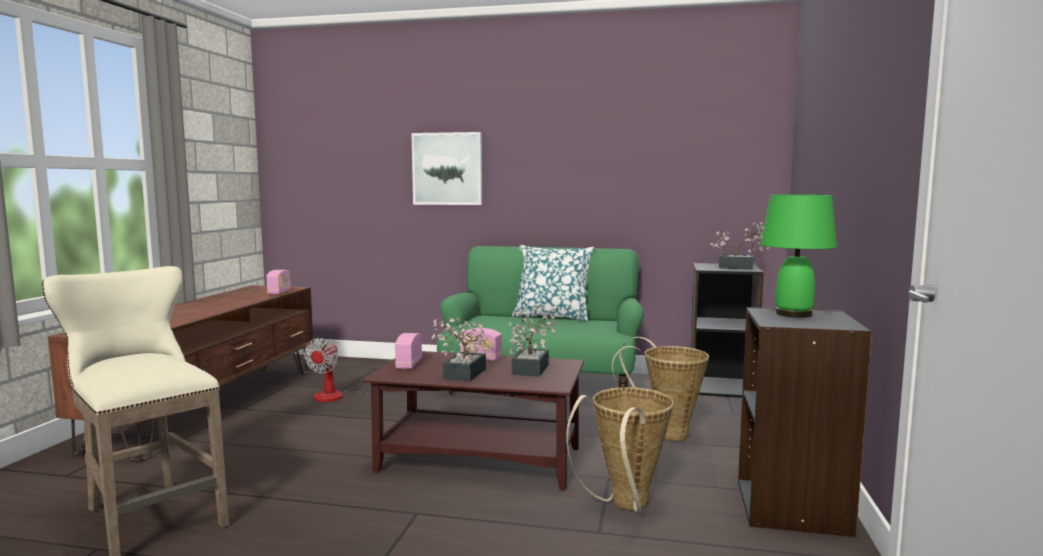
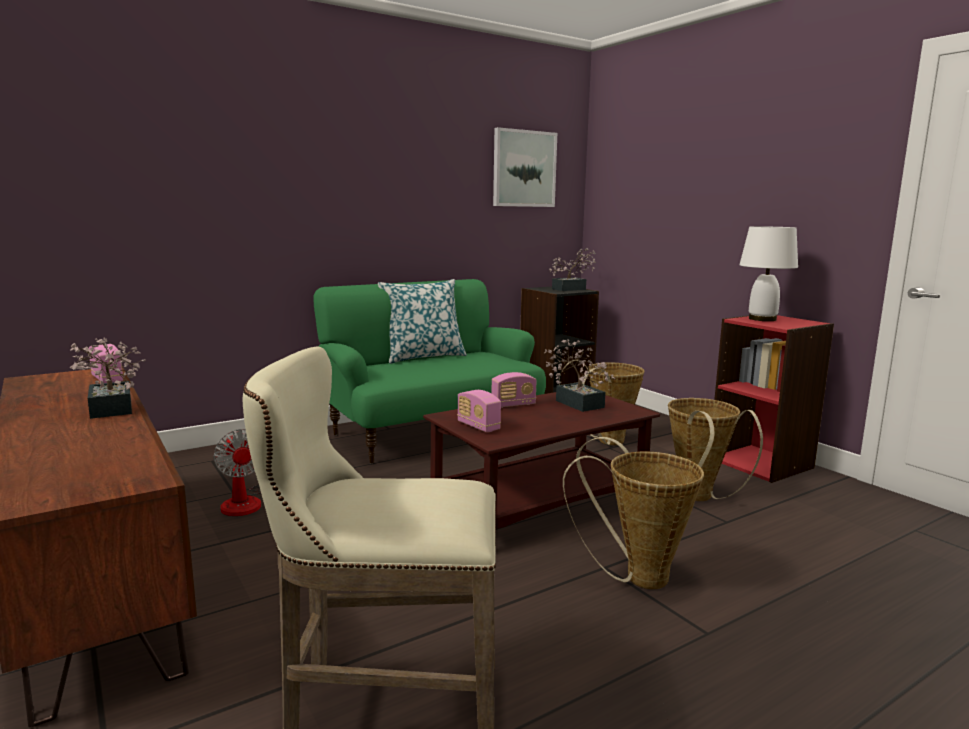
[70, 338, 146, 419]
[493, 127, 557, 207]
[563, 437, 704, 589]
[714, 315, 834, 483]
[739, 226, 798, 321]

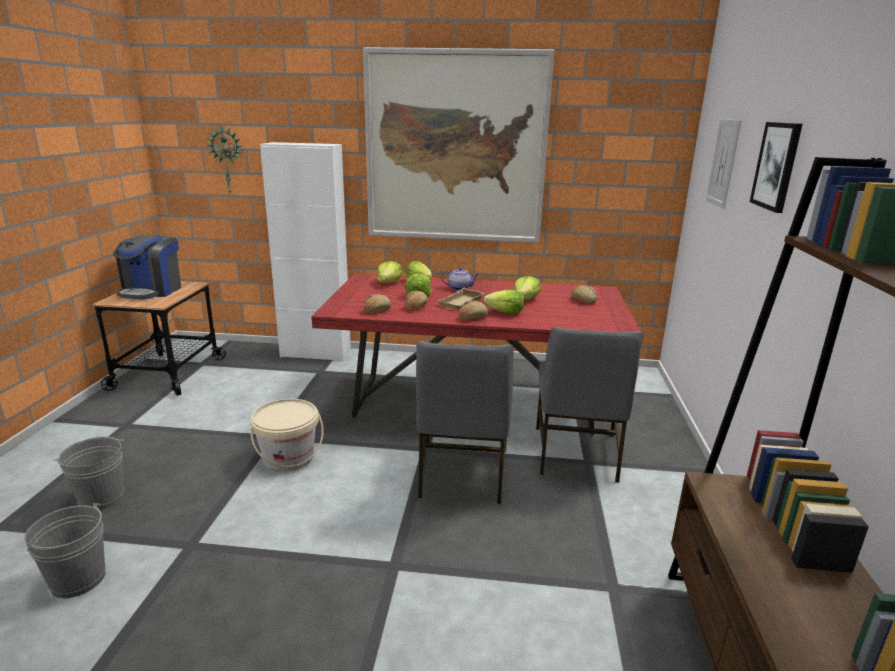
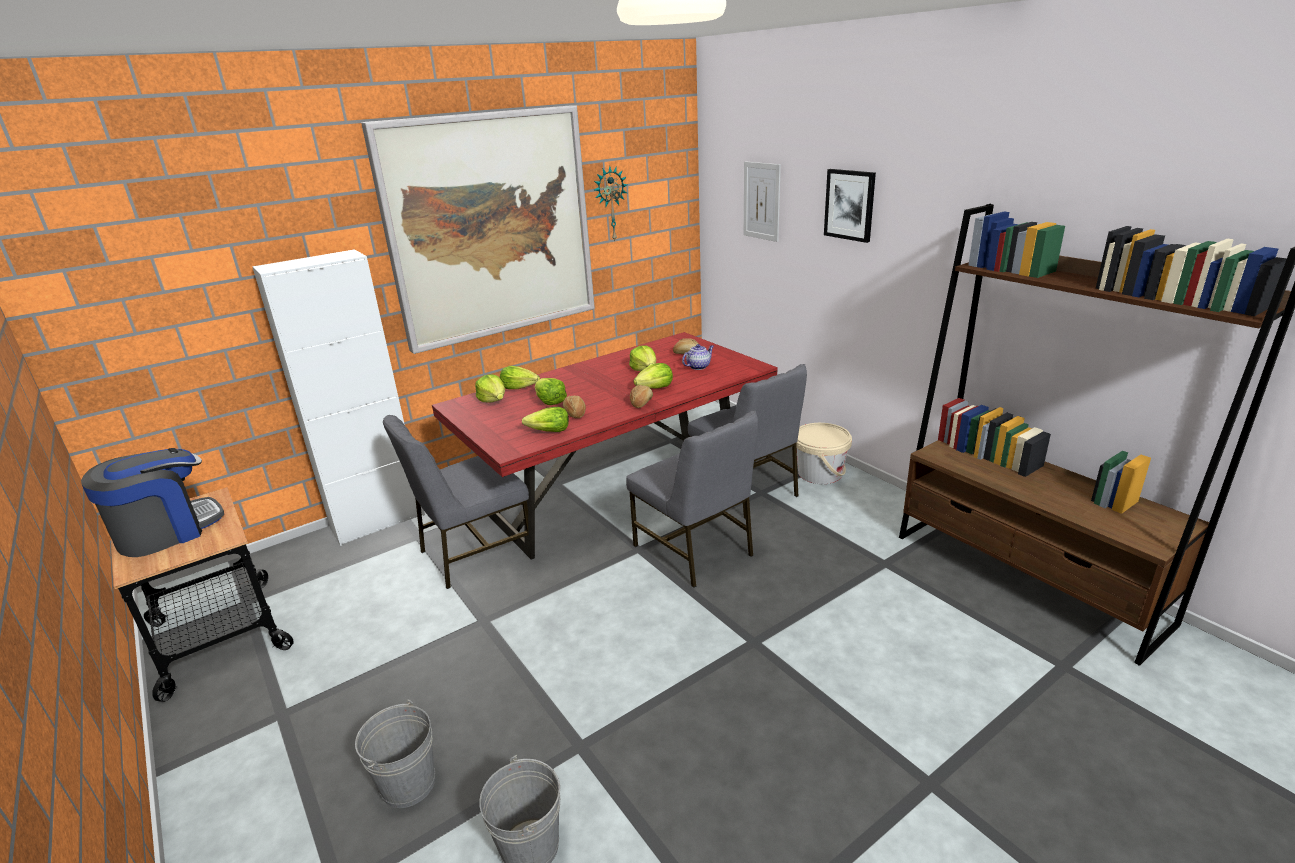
[81, 448, 224, 557]
[383, 415, 529, 589]
[522, 407, 569, 432]
[594, 165, 627, 241]
[682, 344, 714, 370]
[796, 423, 852, 484]
[437, 288, 484, 309] (first image)

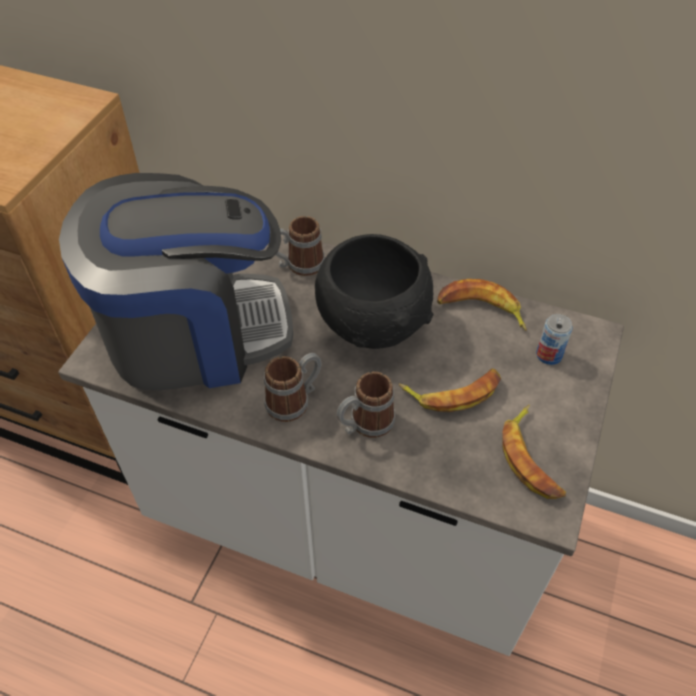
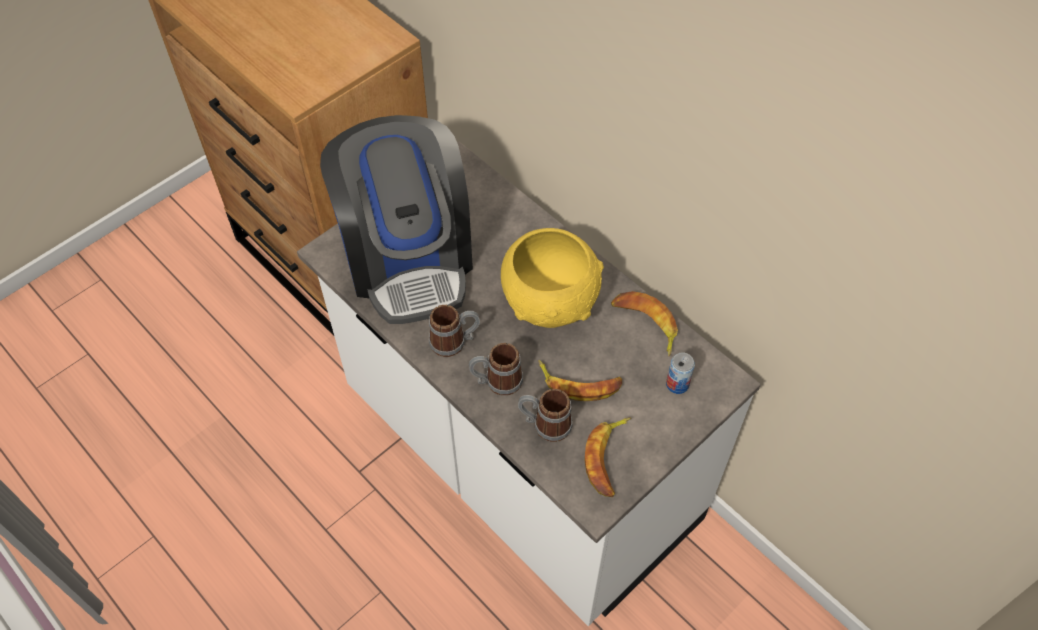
[320, 115, 473, 324]
[501, 228, 604, 328]
[518, 389, 573, 442]

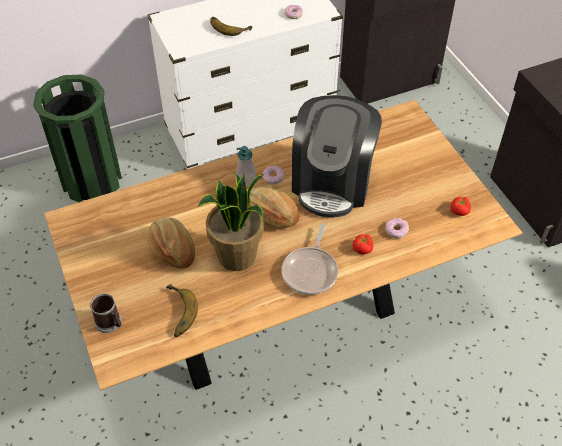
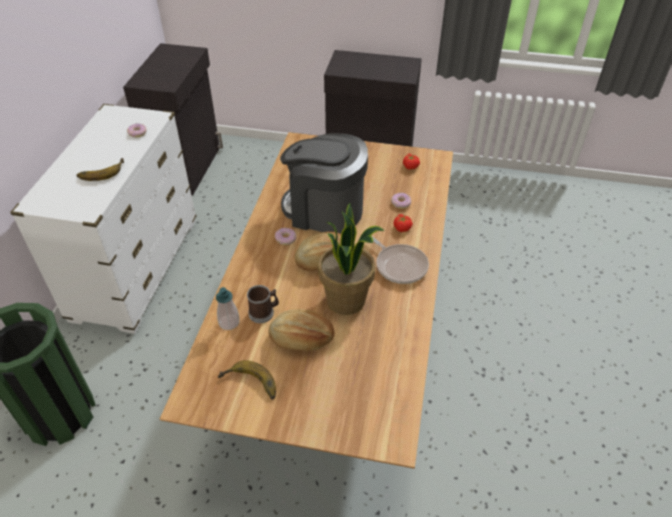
[216, 287, 240, 330]
[218, 360, 276, 400]
[247, 285, 279, 323]
[280, 133, 368, 234]

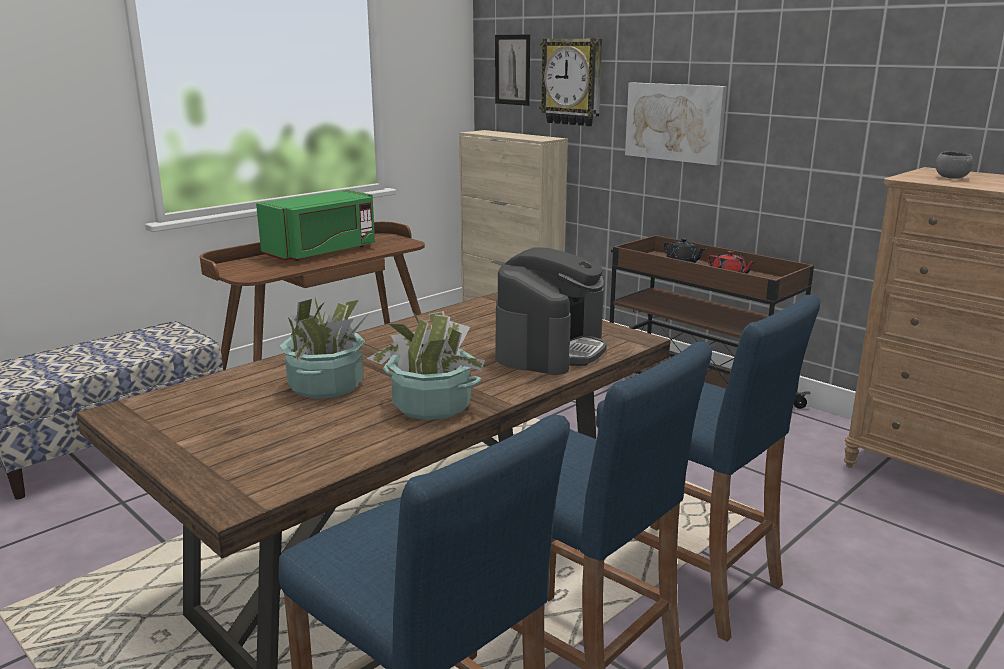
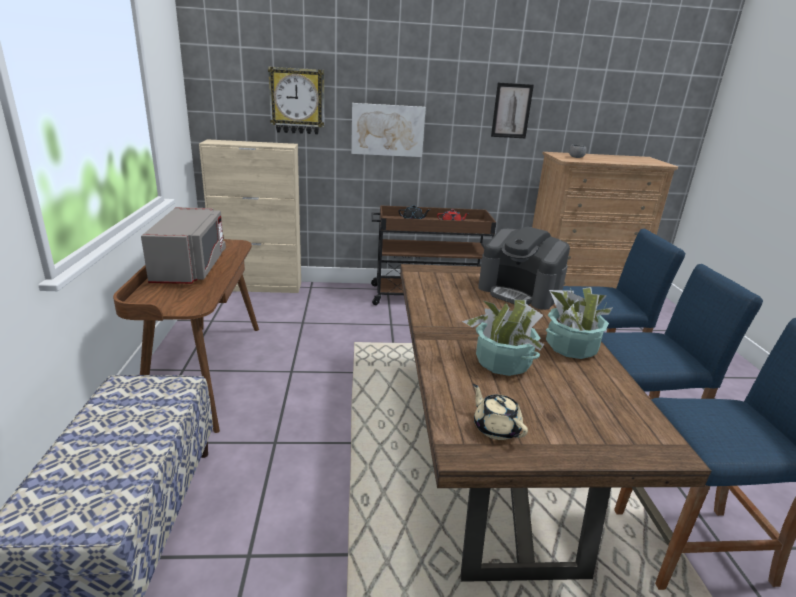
[141, 207, 226, 284]
[473, 384, 528, 440]
[478, 227, 570, 310]
[491, 83, 534, 138]

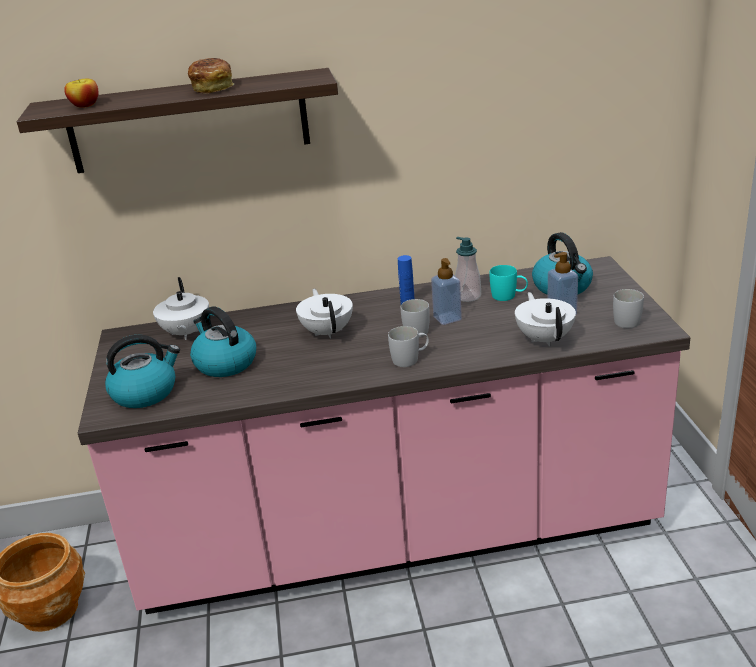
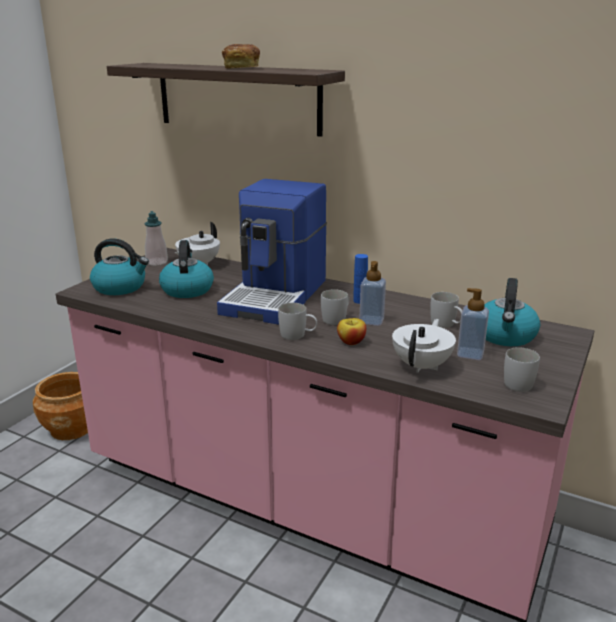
[145, 211, 168, 265]
[217, 179, 327, 325]
[337, 318, 366, 345]
[430, 292, 463, 328]

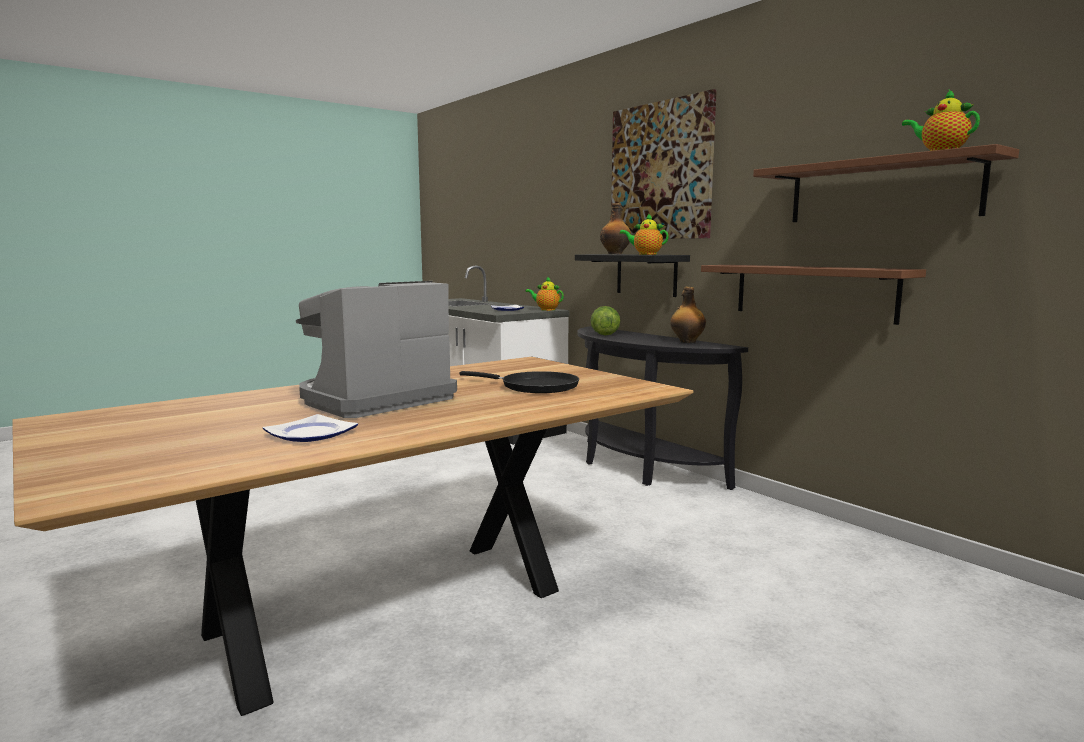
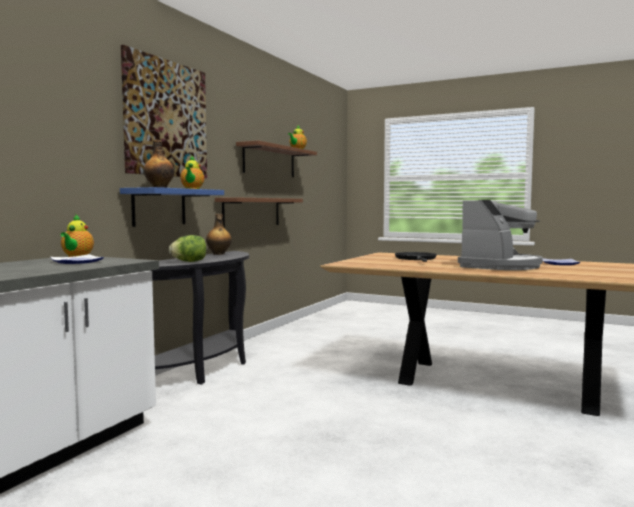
[120, 187, 224, 227]
[458, 200, 543, 270]

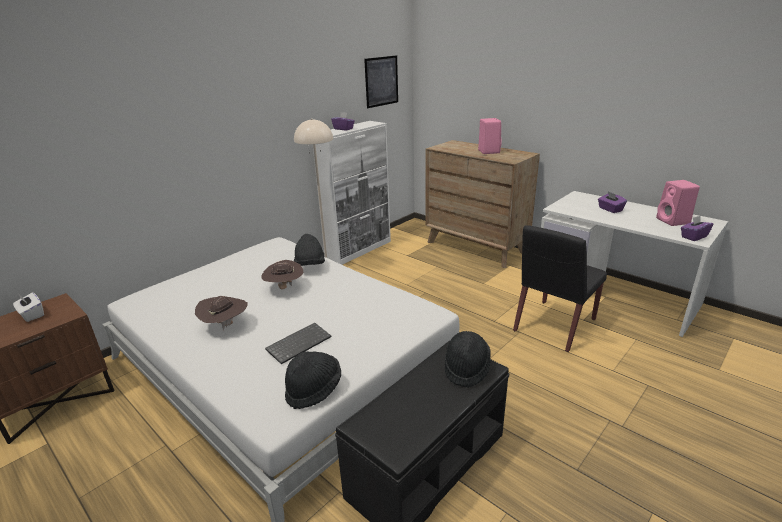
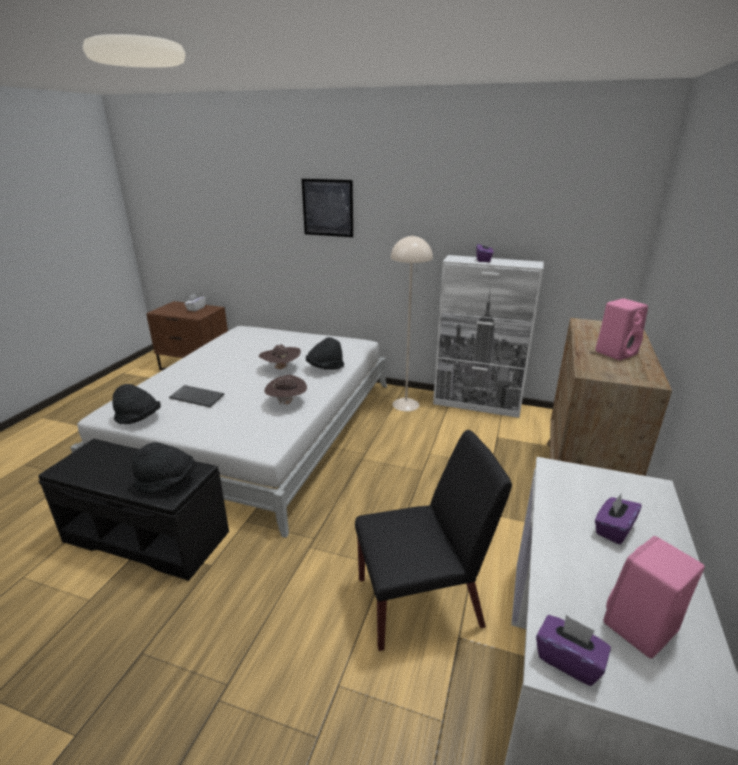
[264, 375, 307, 405]
[302, 179, 353, 237]
[355, 430, 512, 651]

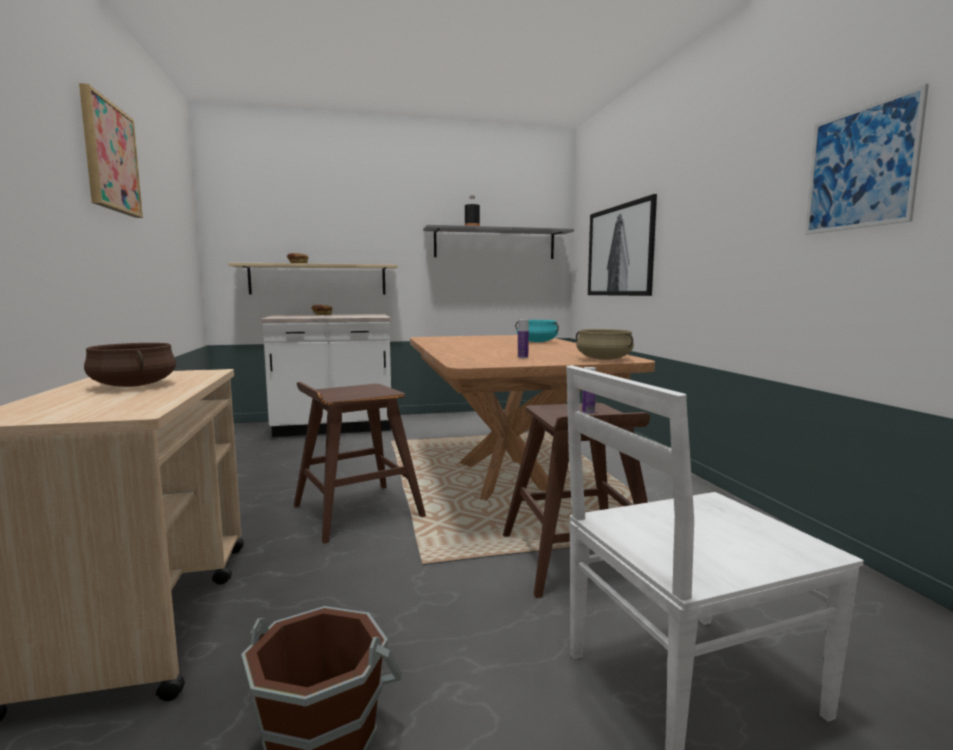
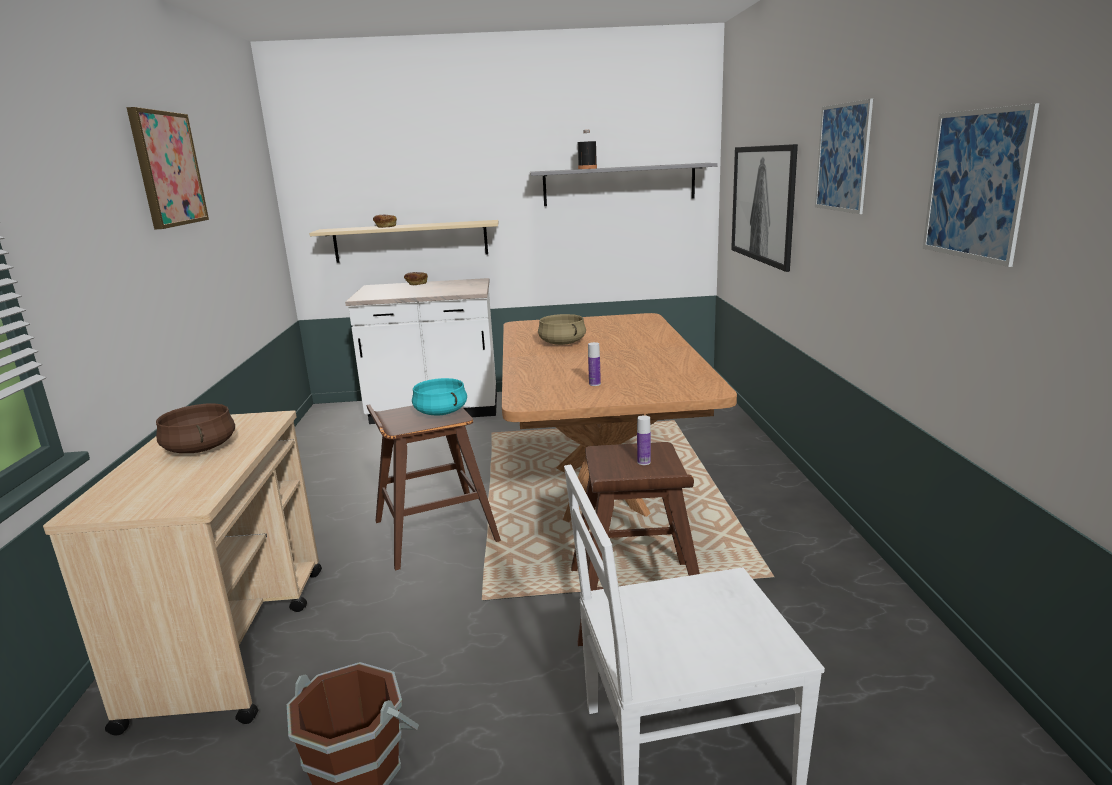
[412, 378, 467, 416]
[538, 314, 586, 345]
[815, 98, 873, 214]

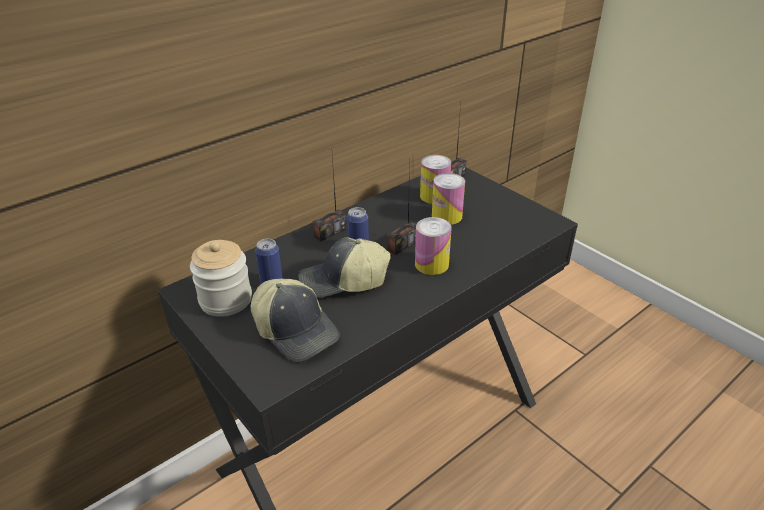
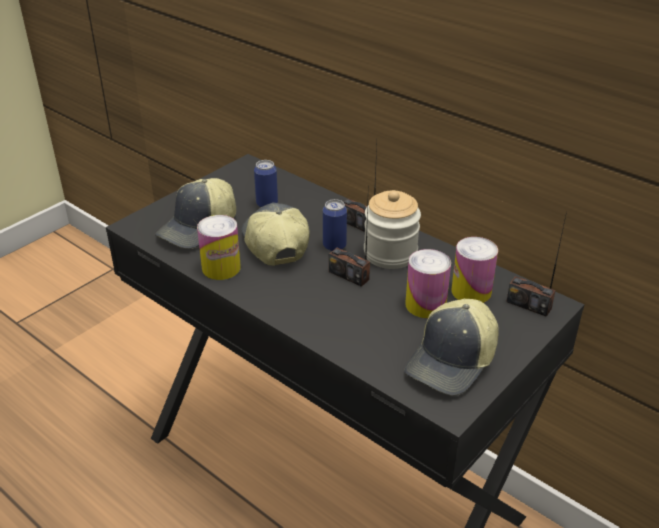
[197, 215, 241, 280]
[364, 190, 421, 269]
[404, 299, 499, 396]

